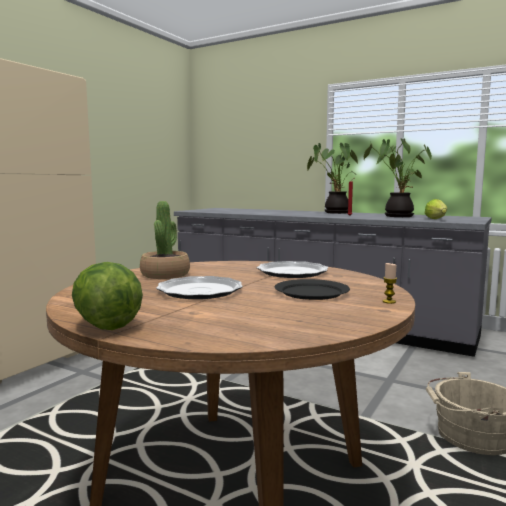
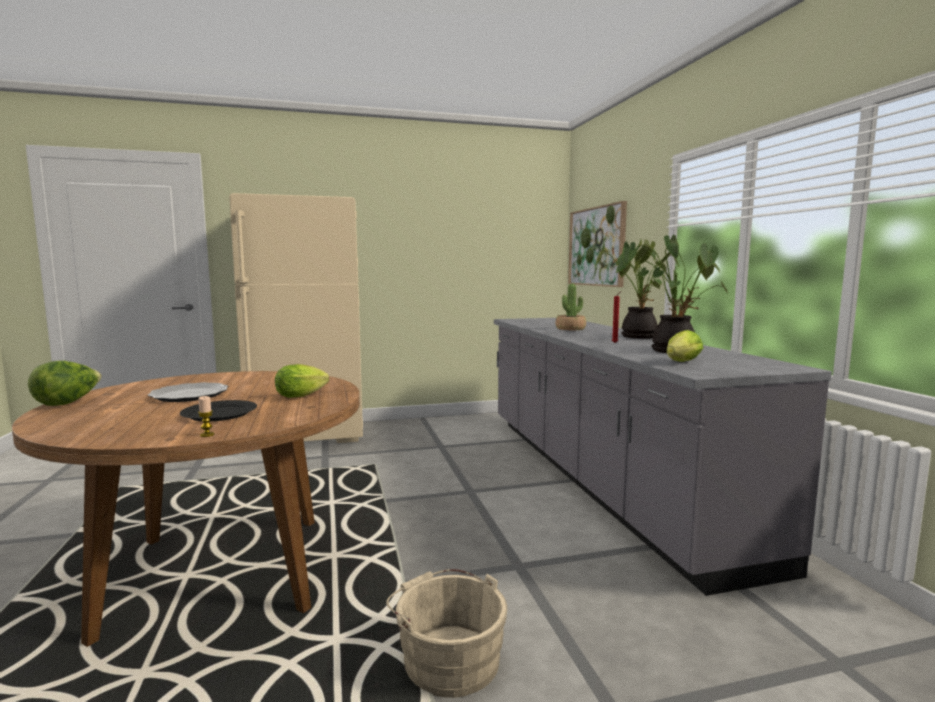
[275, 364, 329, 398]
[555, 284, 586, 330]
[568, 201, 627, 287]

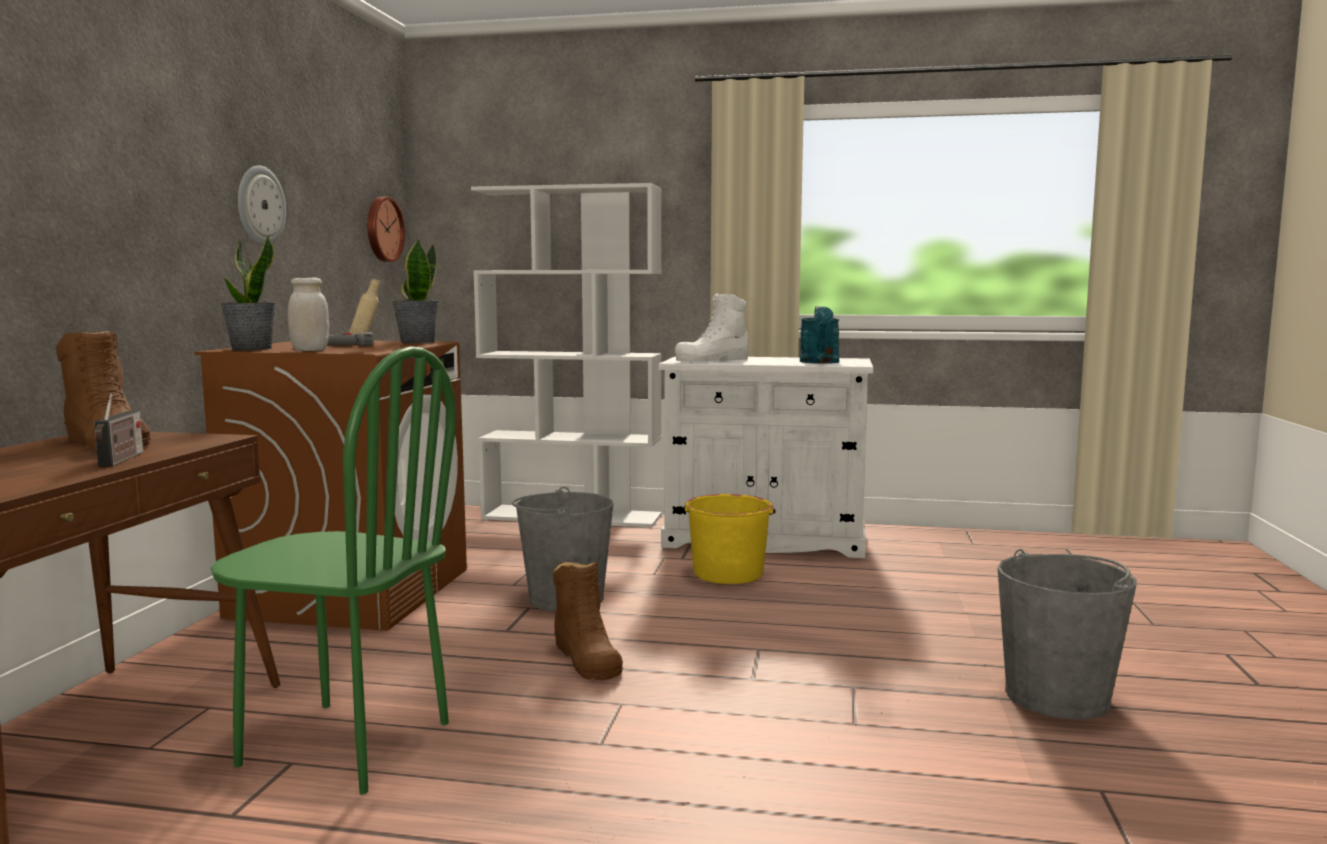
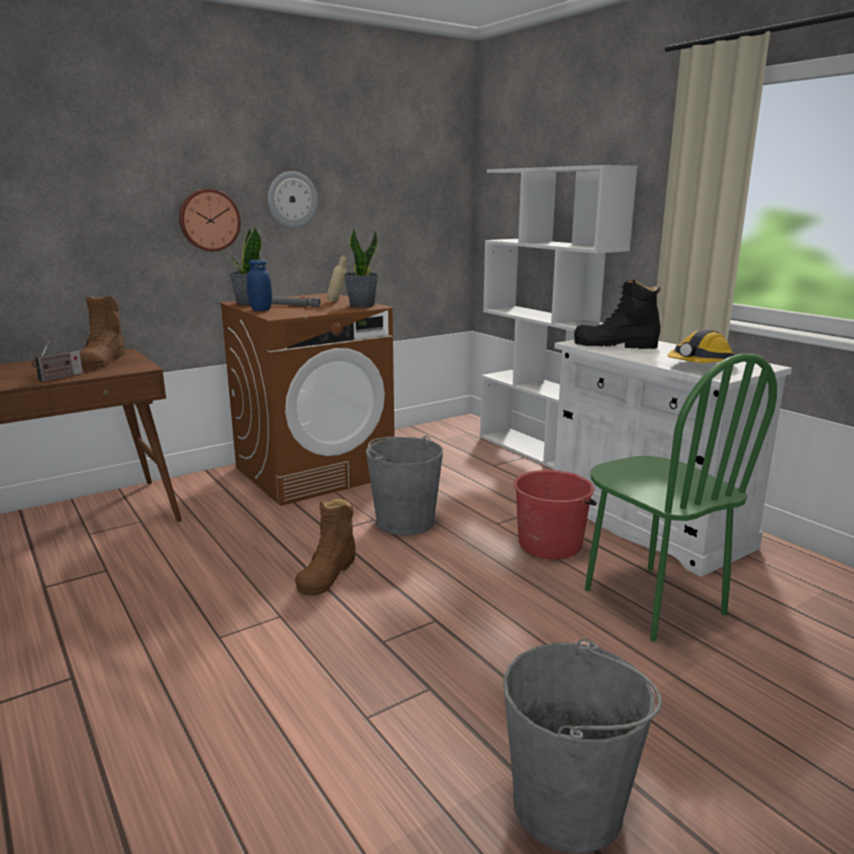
[179, 189, 241, 252]
[247, 259, 272, 311]
[514, 470, 597, 559]
[574, 280, 661, 349]
[585, 354, 777, 642]
[667, 330, 735, 363]

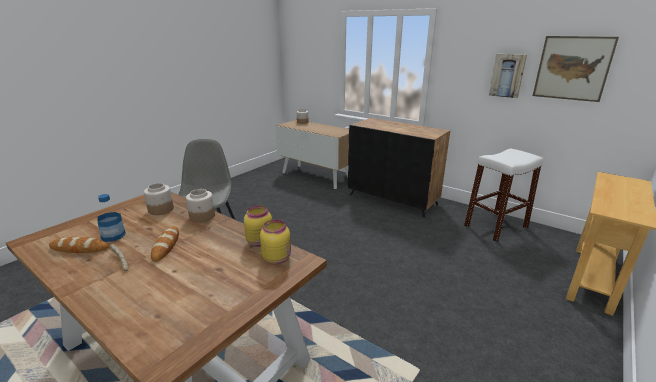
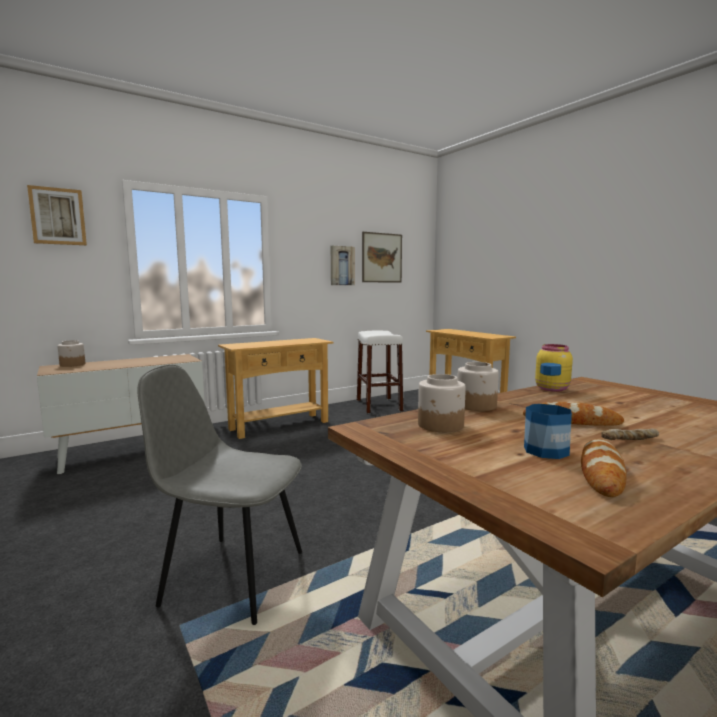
[27, 185, 87, 245]
[218, 338, 333, 439]
[260, 219, 291, 264] (first image)

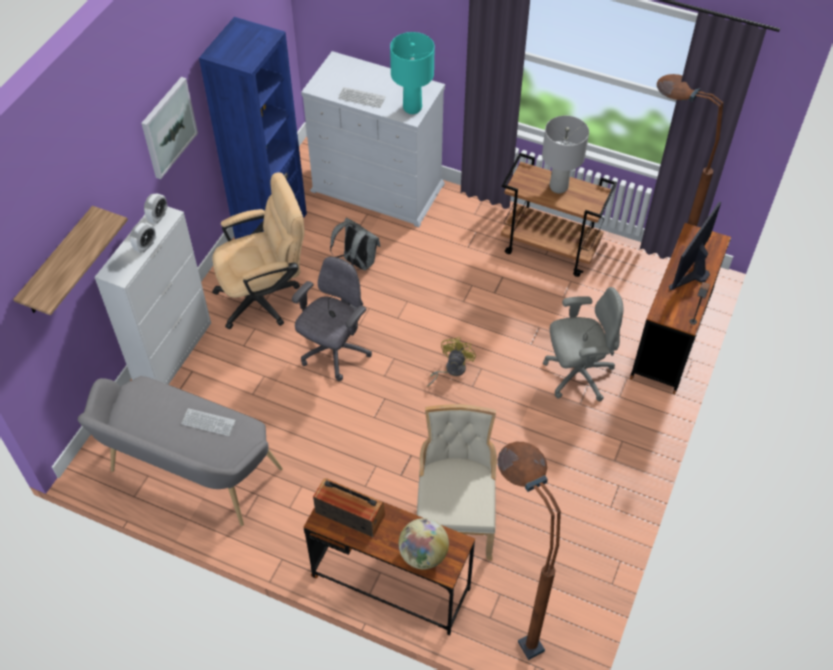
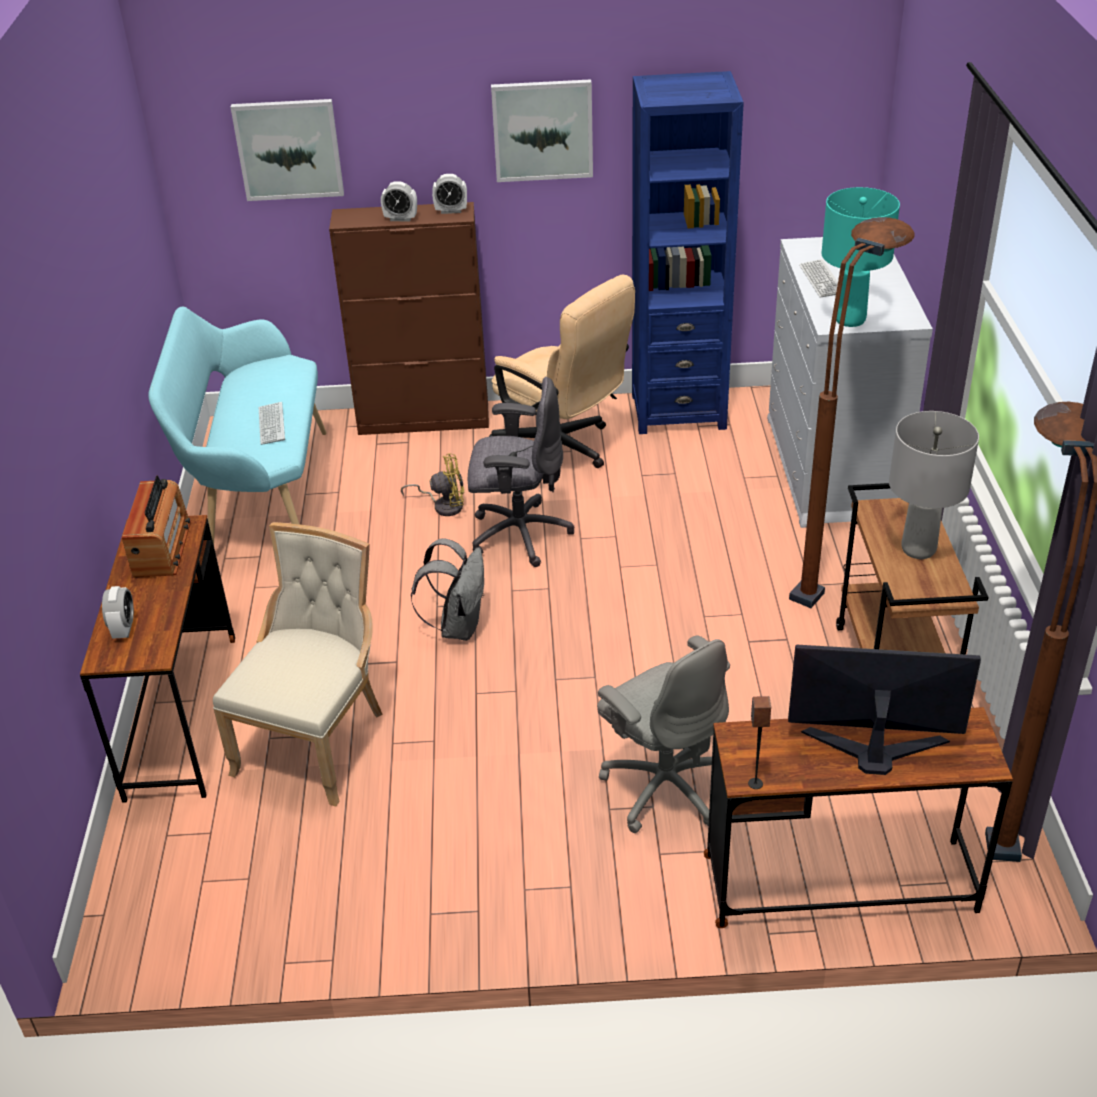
[102, 586, 134, 639]
[148, 307, 326, 545]
[213, 522, 383, 806]
[231, 99, 344, 201]
[329, 202, 489, 435]
[401, 453, 464, 516]
[411, 538, 485, 641]
[789, 217, 914, 608]

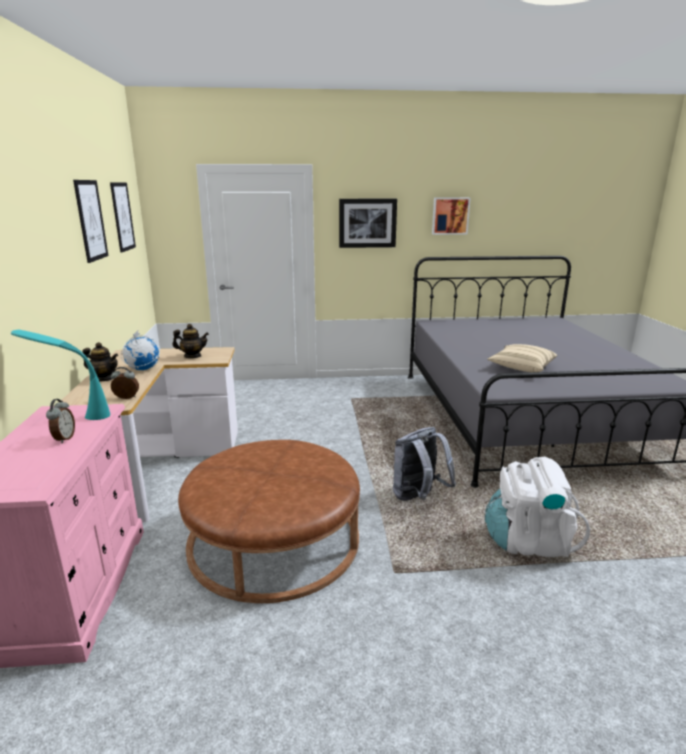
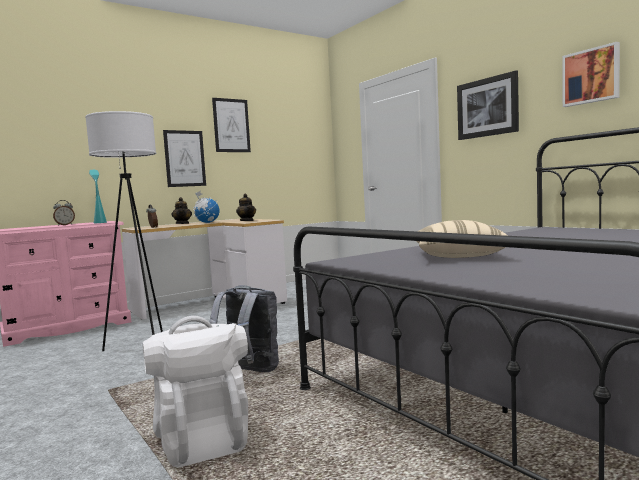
[85, 111, 163, 351]
[163, 130, 206, 187]

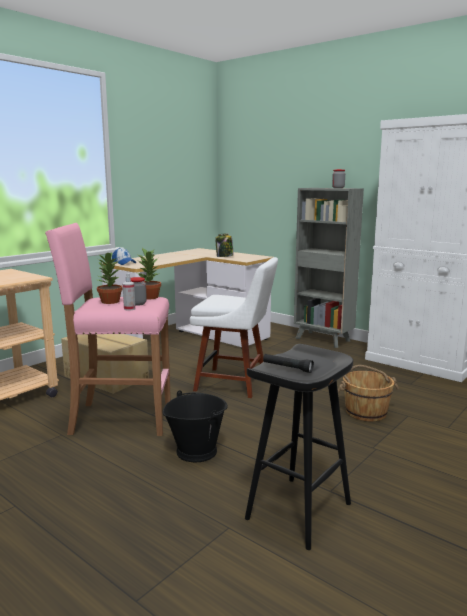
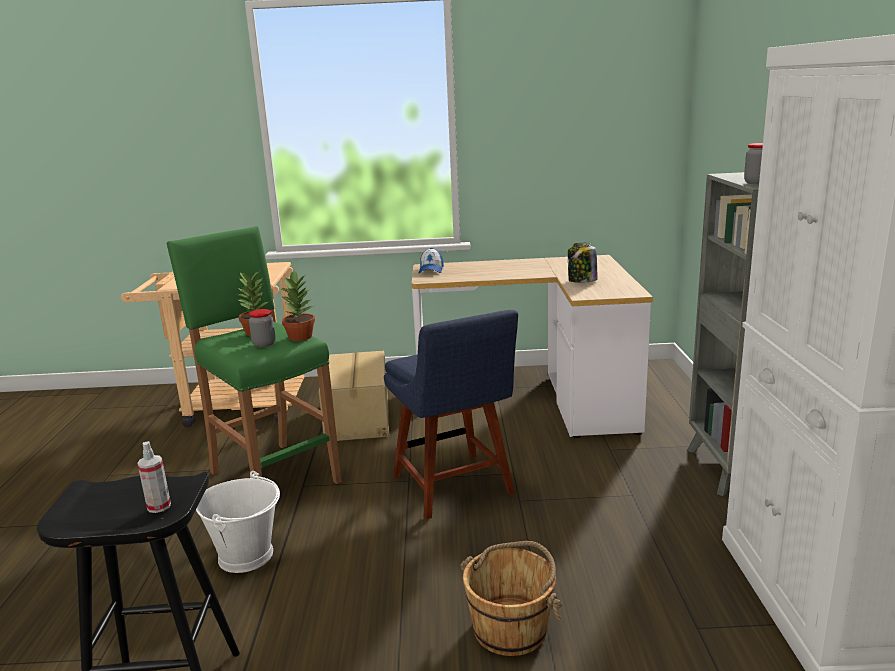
[137, 441, 171, 513]
[167, 226, 342, 484]
[196, 471, 280, 573]
[384, 310, 518, 520]
[263, 354, 314, 373] (first image)

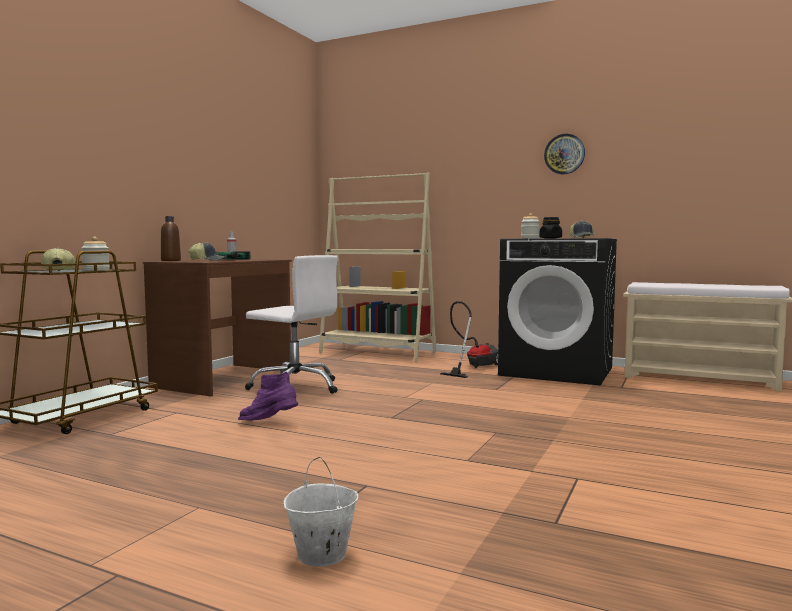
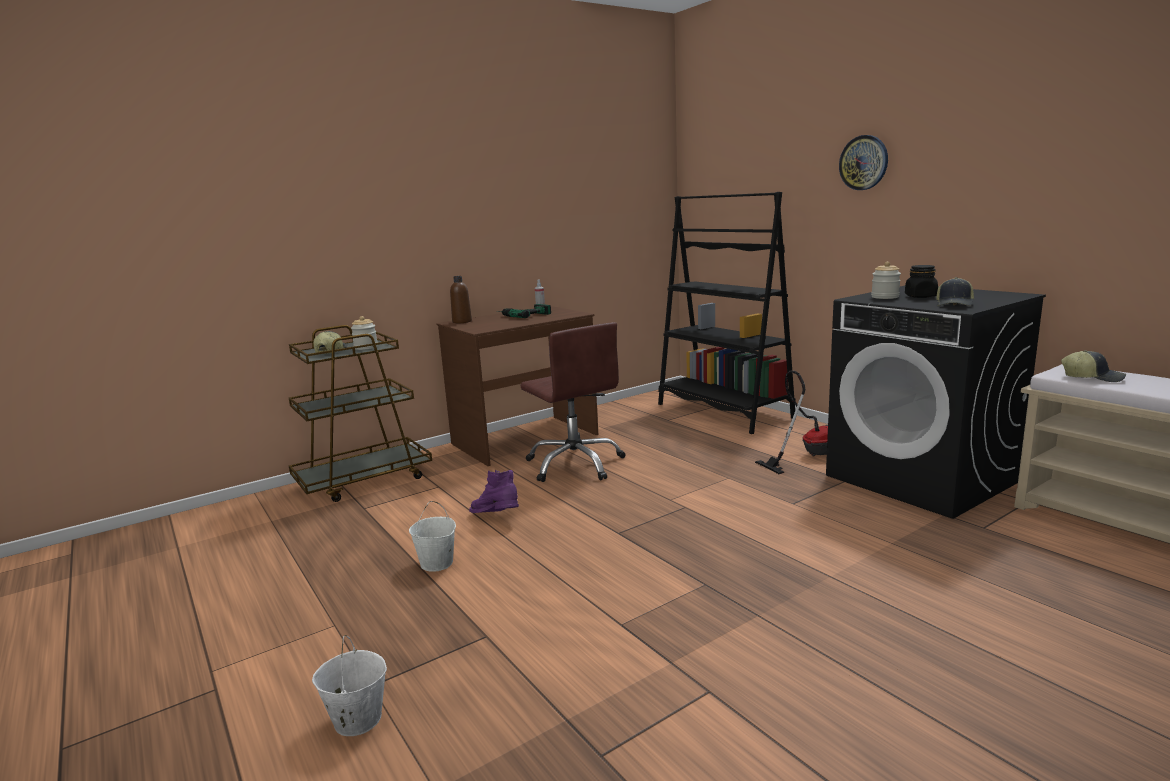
[409, 501, 456, 572]
[520, 322, 625, 482]
[658, 192, 796, 434]
[839, 135, 888, 190]
[1061, 350, 1126, 382]

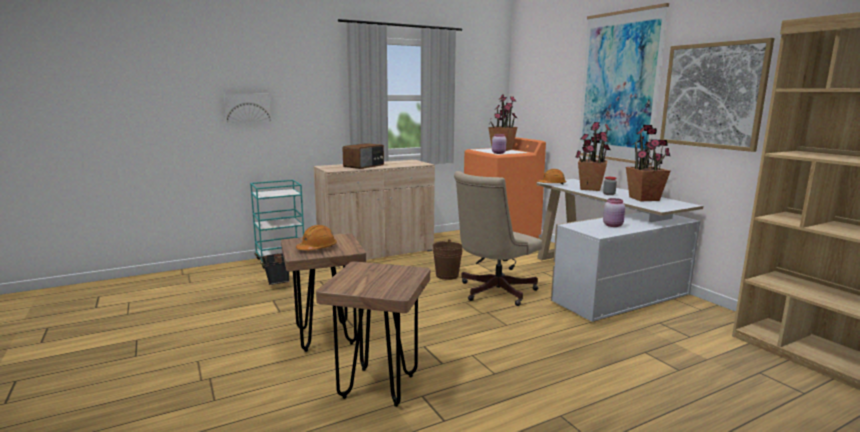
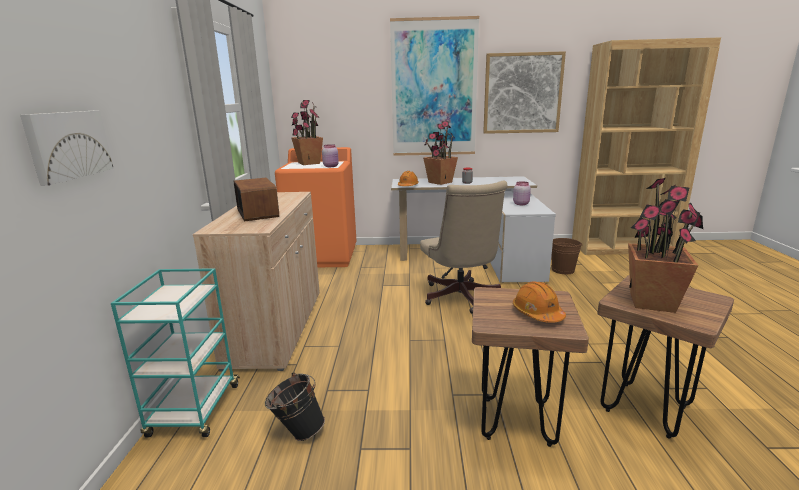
[551, 238, 583, 274]
[628, 178, 703, 313]

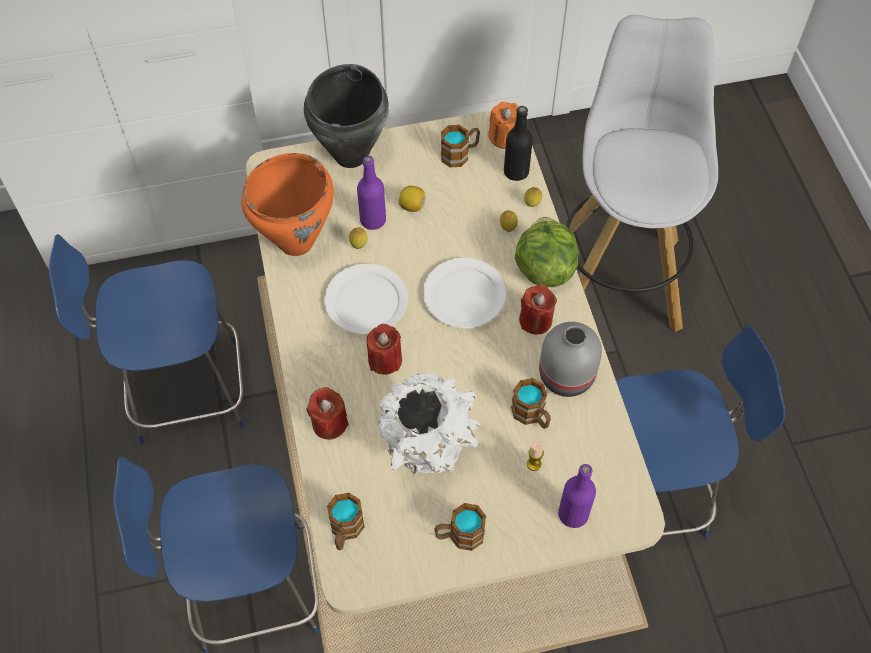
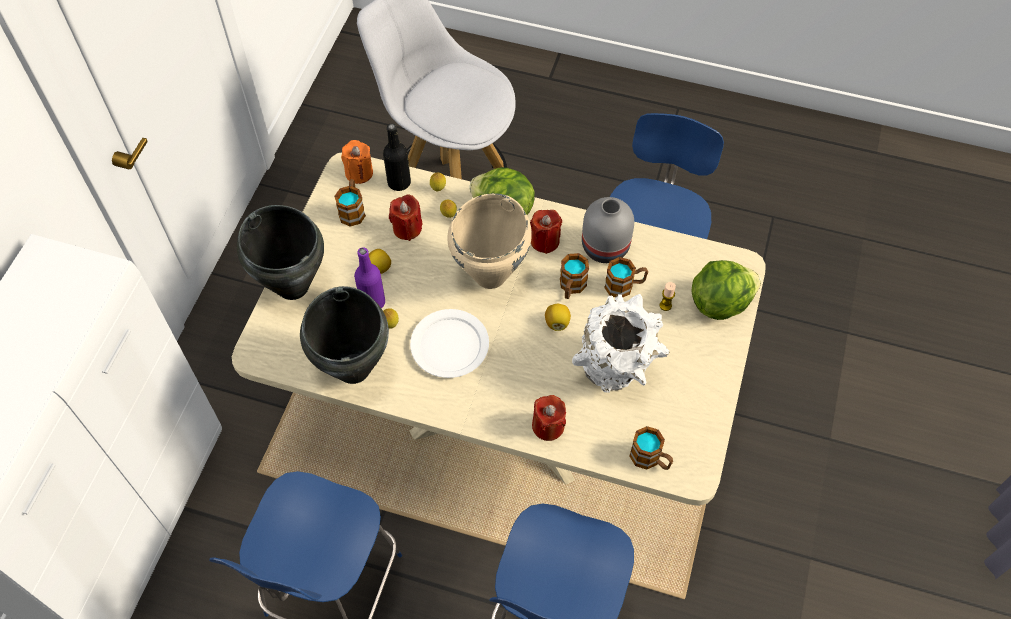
[300, 286, 389, 384]
[389, 194, 423, 241]
[447, 193, 532, 289]
[545, 304, 571, 331]
[560, 253, 589, 299]
[691, 260, 761, 320]

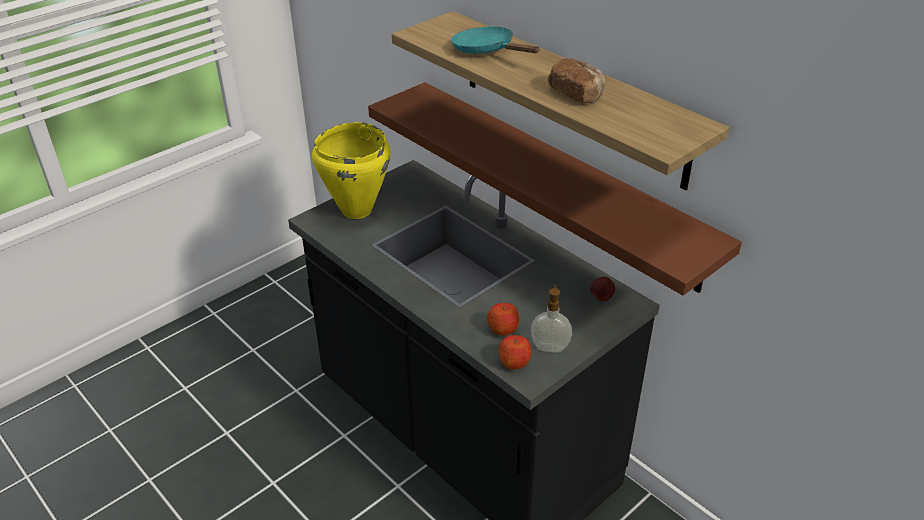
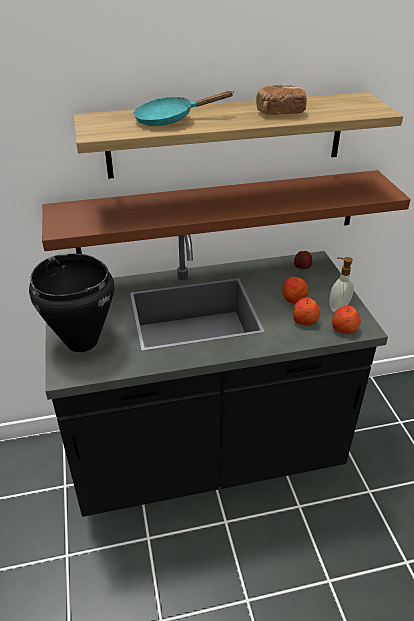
[29, 253, 114, 352]
[282, 277, 309, 303]

